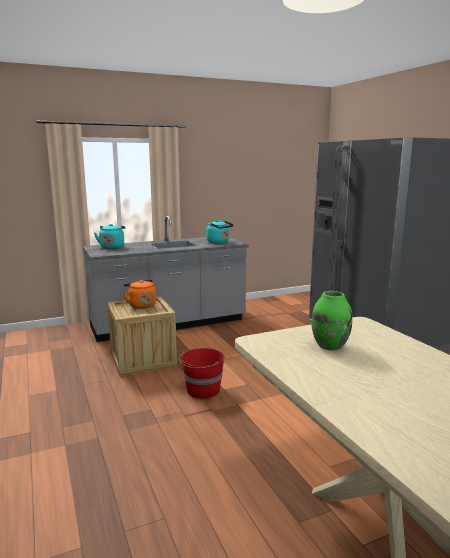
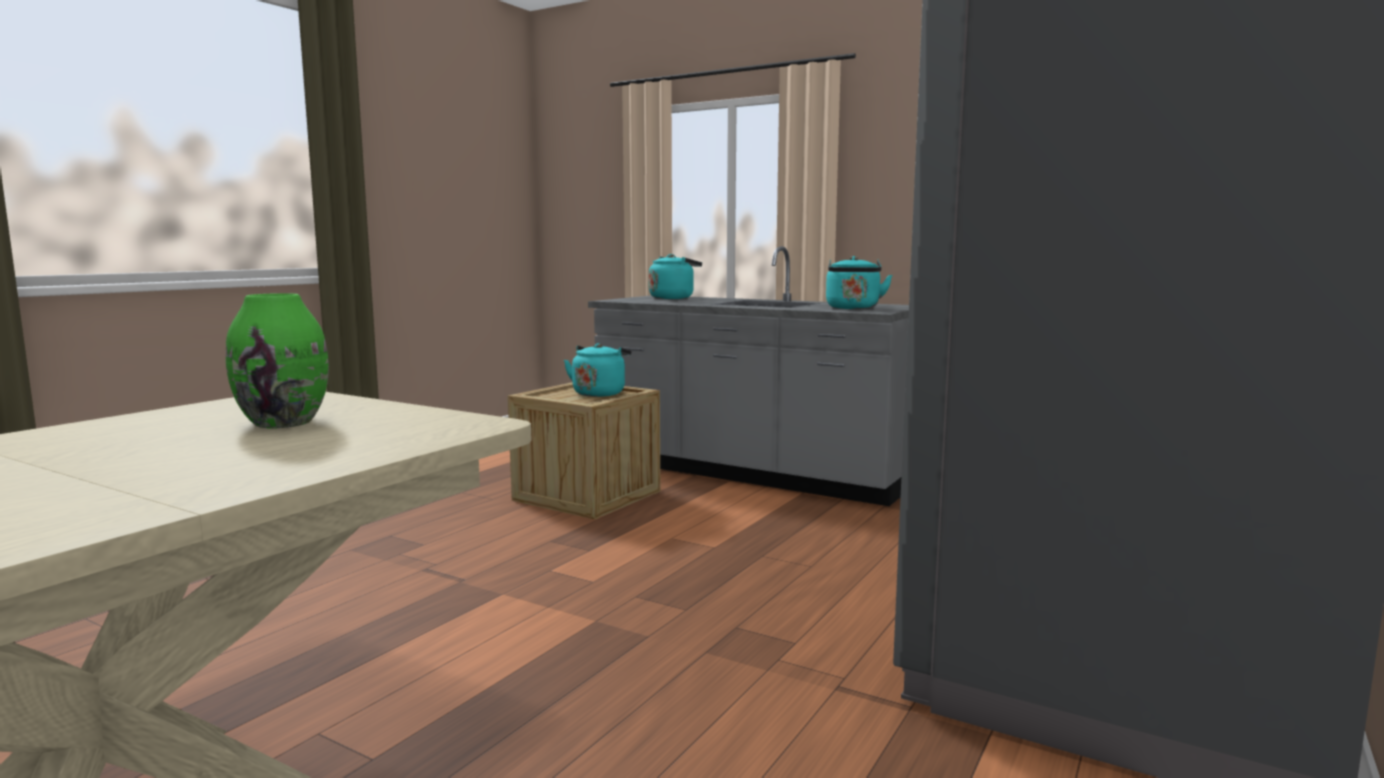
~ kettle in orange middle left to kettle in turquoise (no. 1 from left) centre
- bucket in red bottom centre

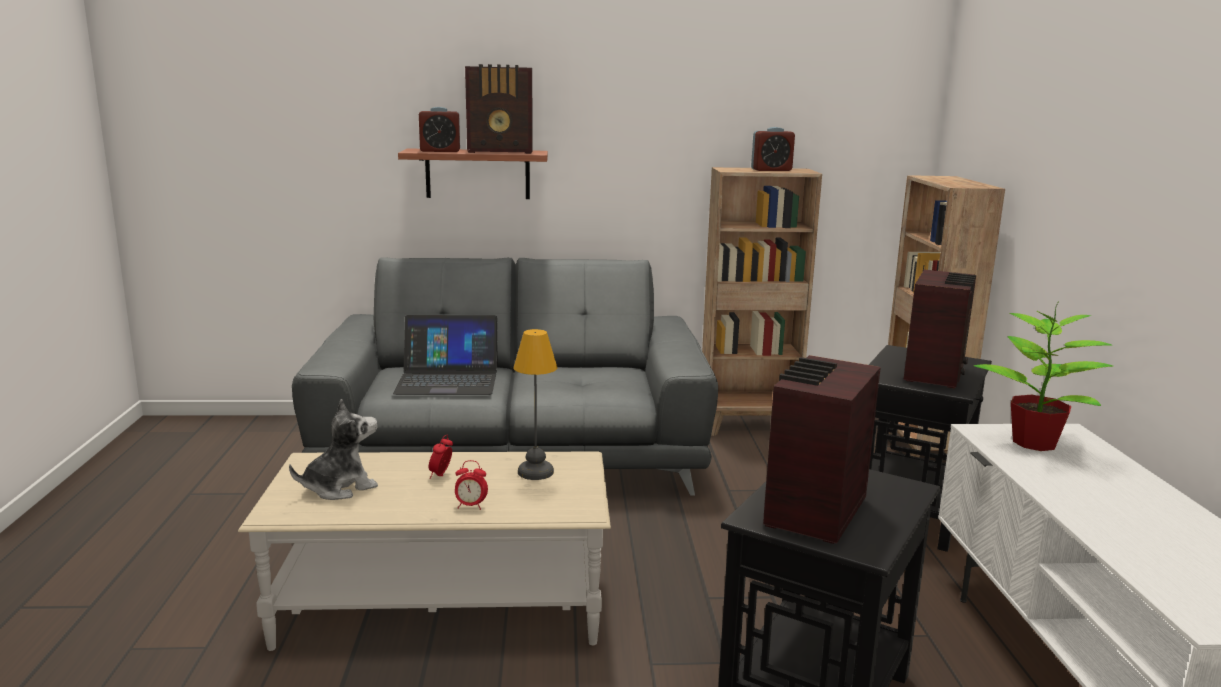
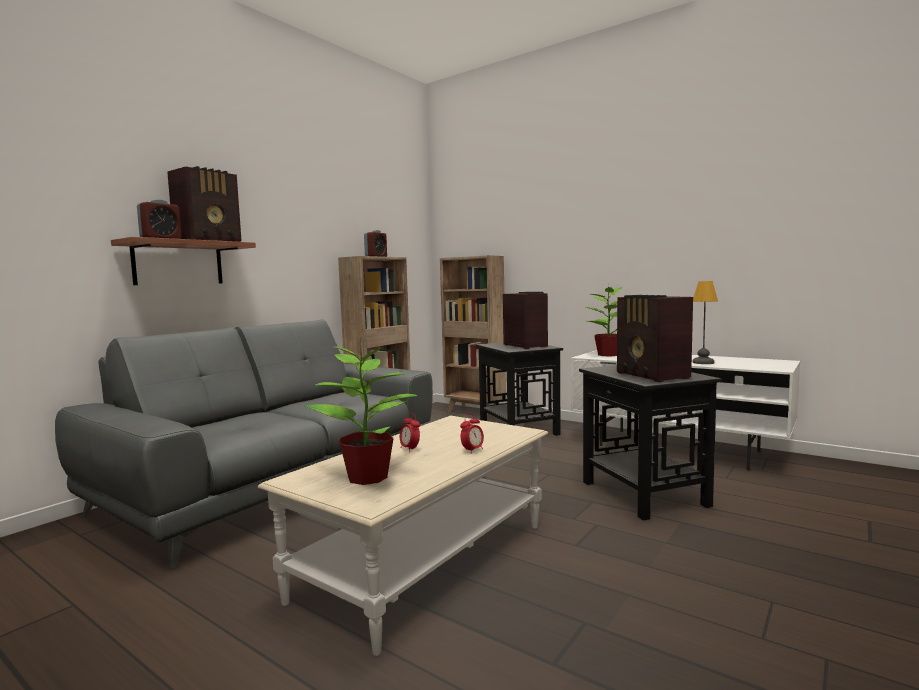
~ plush toy middle left to potted plant (no. 1 from left) centre
~ table lamp centre to middle right
- laptop centre

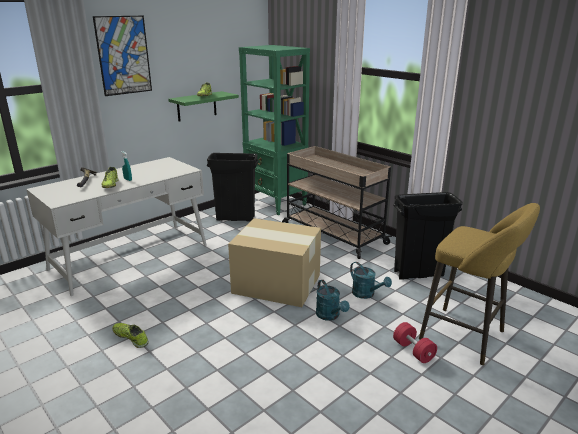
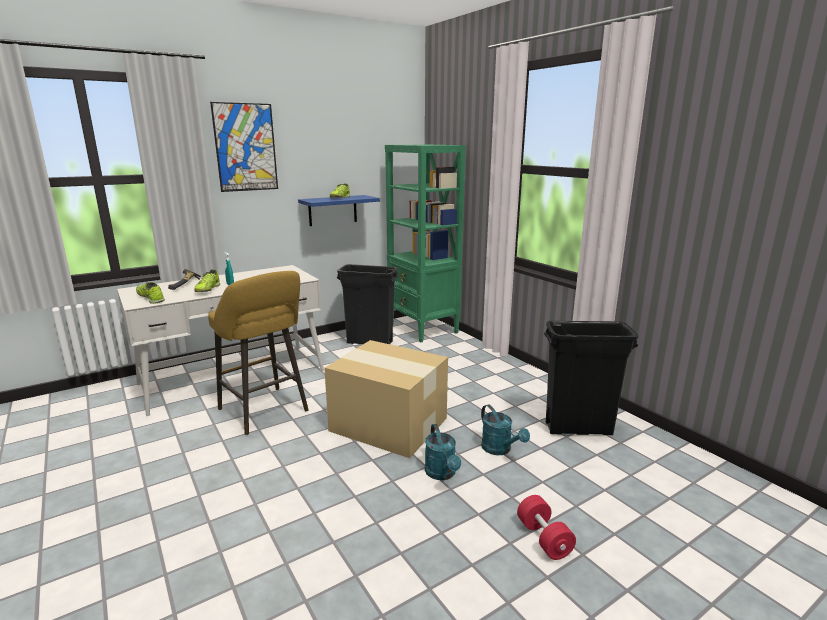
~ shoe (no. 2 from left in the first image) bottom left to shoe (no. 1 from left) middle left
~ stool in yellow middle right to middle left
~ shelf in green top centre to shelf in blue centre
- cart in beige centre

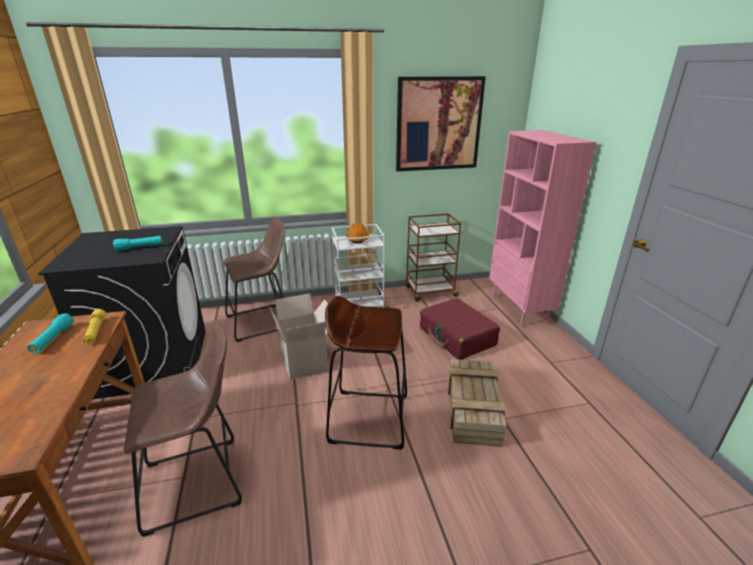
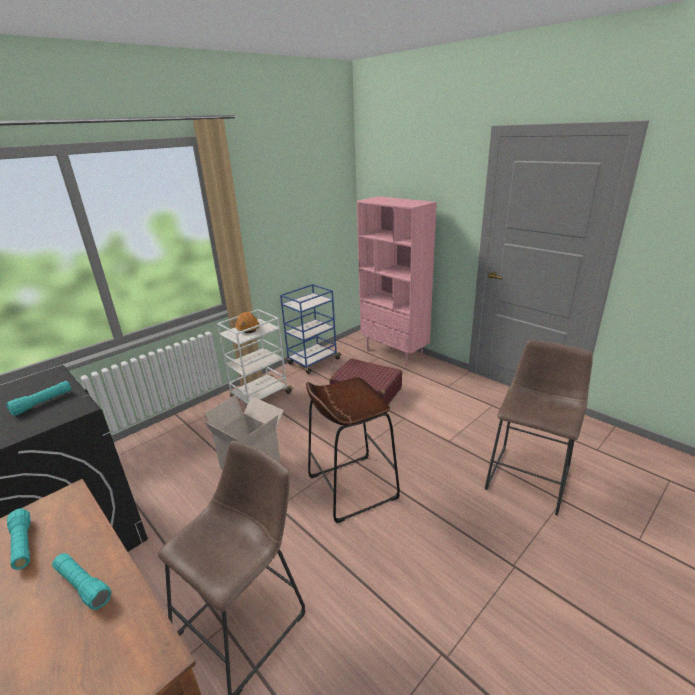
+ flashlight in turquoise (no. 3 from left) bottom left
~ cart in brown centre to cart in blue centre
~ stool in brown (no. 2 from left in the first image) centre to stool in brown (no. 3 from left) middle right
- flashlight in yellow middle left
- picture top centre
- crate bottom centre

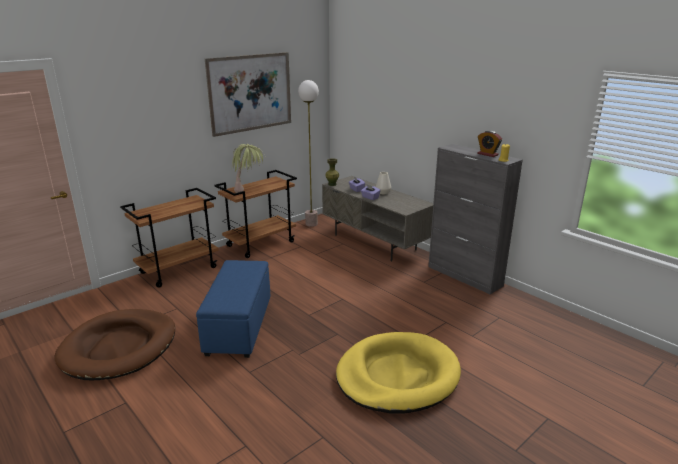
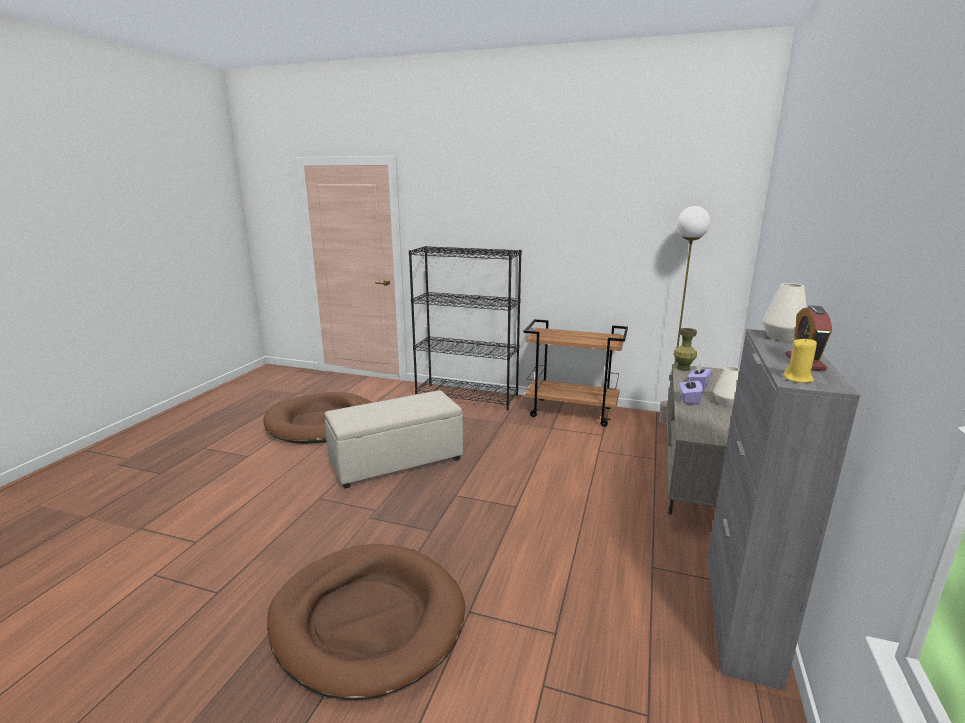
~ dog bed in yellow bottom centre to dog bed in brown (no. 2 from left) bottom centre
~ ottoman in blue centre to ottoman in beige centre
~ cart in brown (no. 1 from left) middle left to bookcase in black centre
+ vase in white (no. 2 from left) middle right
- picture top centre
- potted plant centre

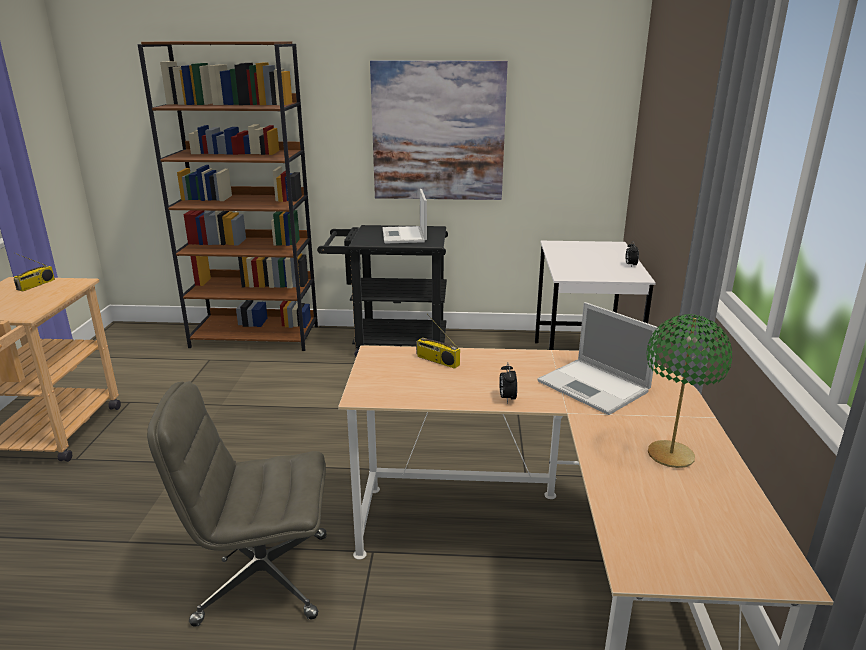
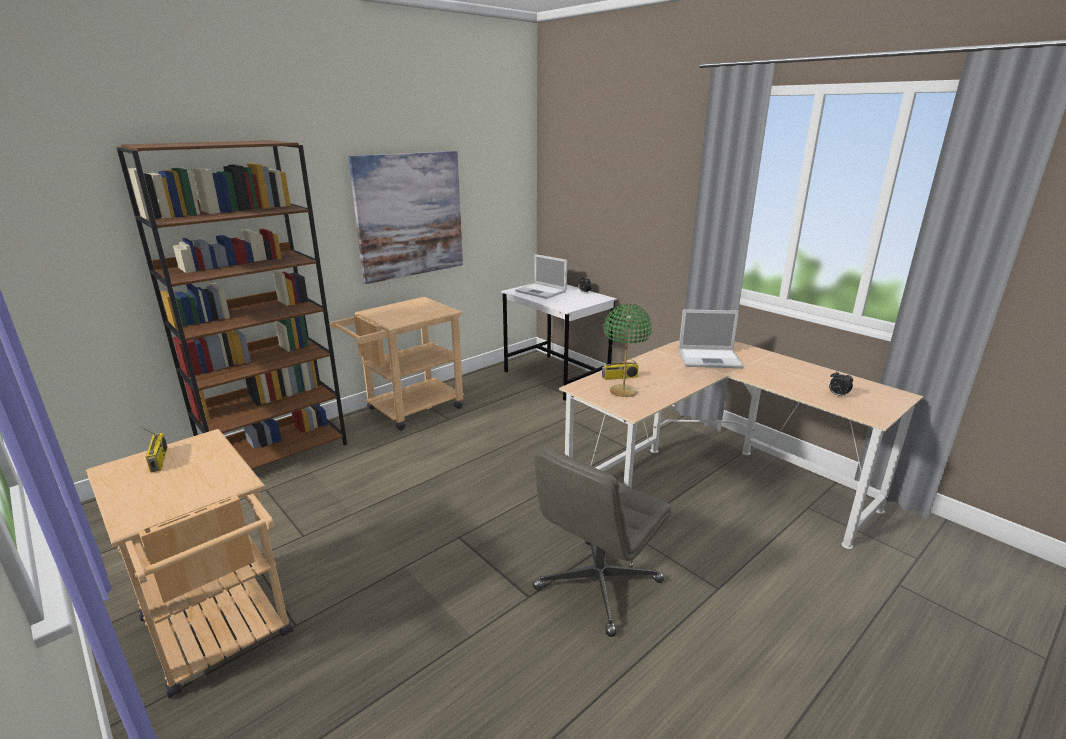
~ cart in black centre to cart in beige (no. 2 from left) centre
~ laptop (no. 1 from left) top centre to centre
~ table lamp in green middle right to centre
~ alarm clock (no. 1 from left in the first image) centre to alarm clock (no. 2 from left) middle right

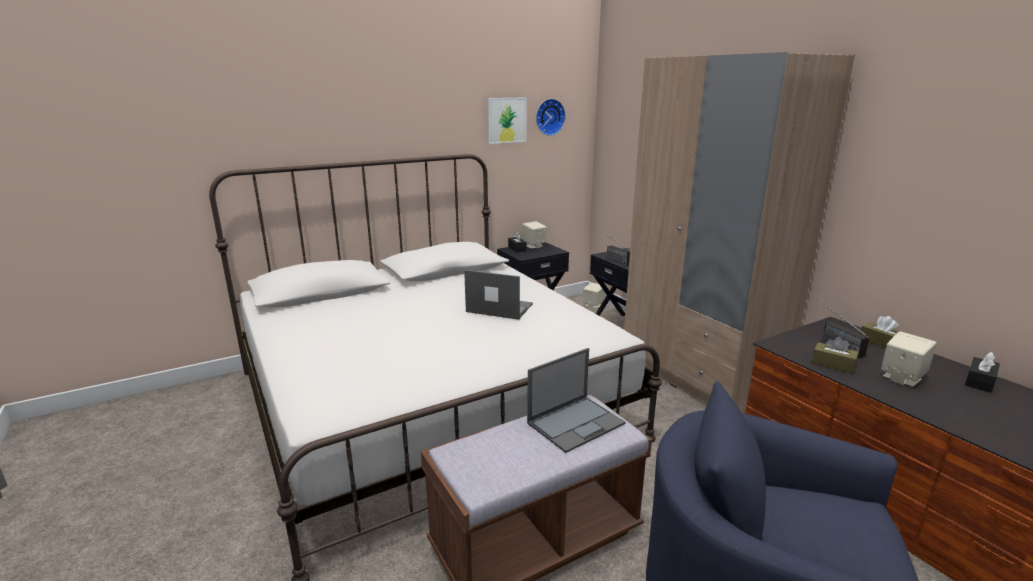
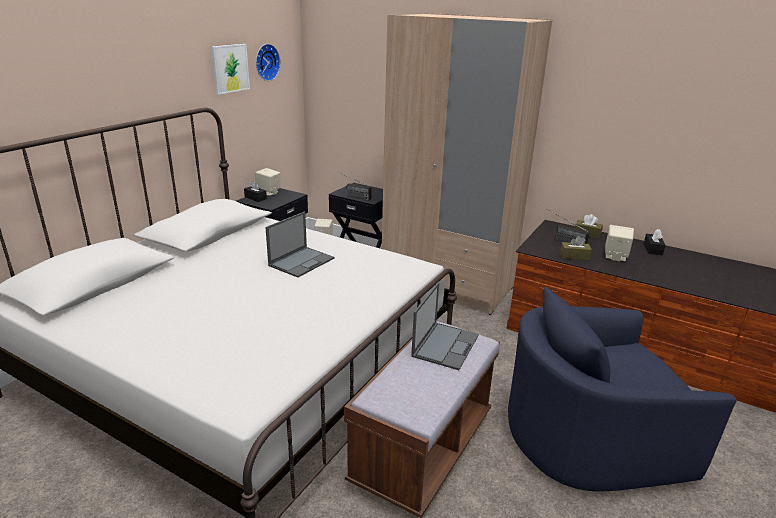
~ laptop (no. 1 from left) centre = centre 135 degrees clockwise

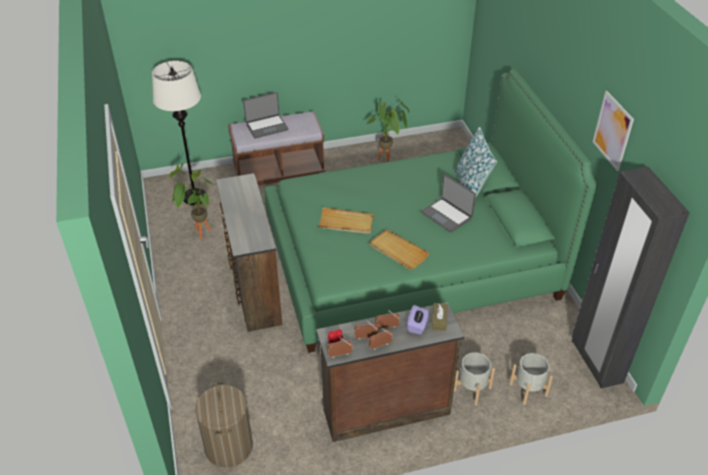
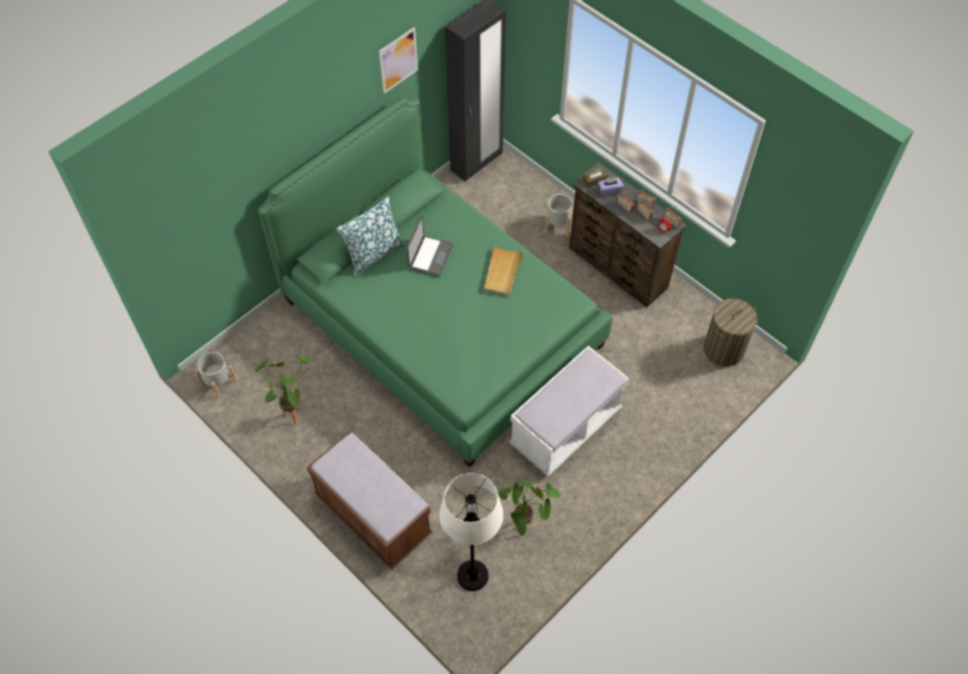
~ planter in grey (no. 2 from left in the first image) bottom right to planter in grey (no. 1 from left) middle left
~ dresser in brown (no. 1 from left) centre to bench in white centre
- laptop (no. 1 from left) top centre
- tray in beige (no. 1 from left) centre

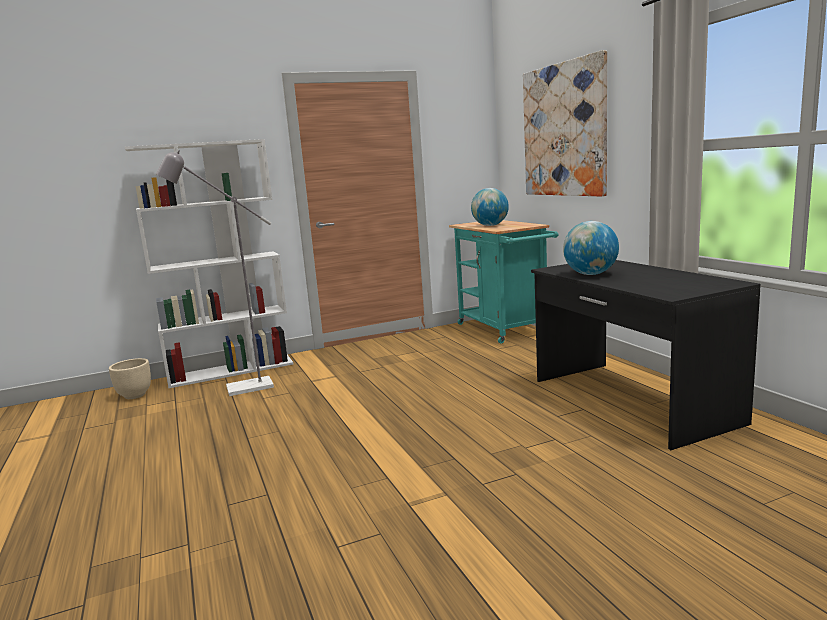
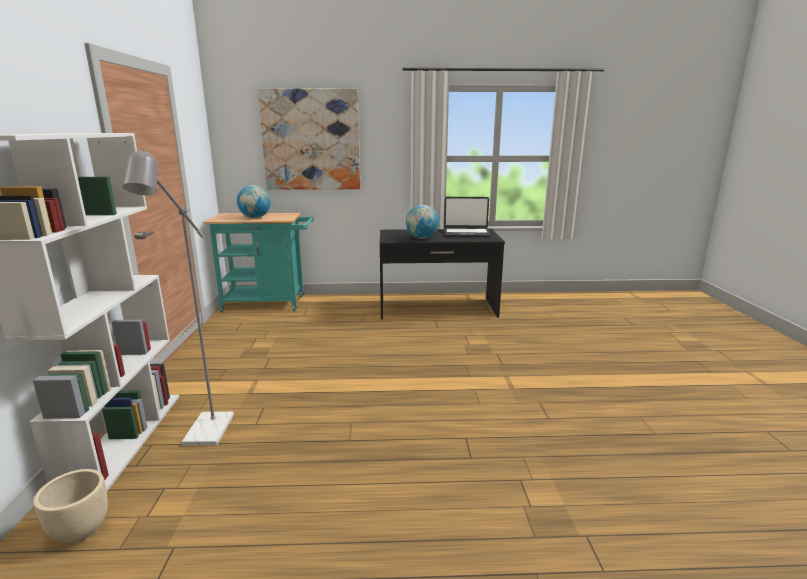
+ laptop centre

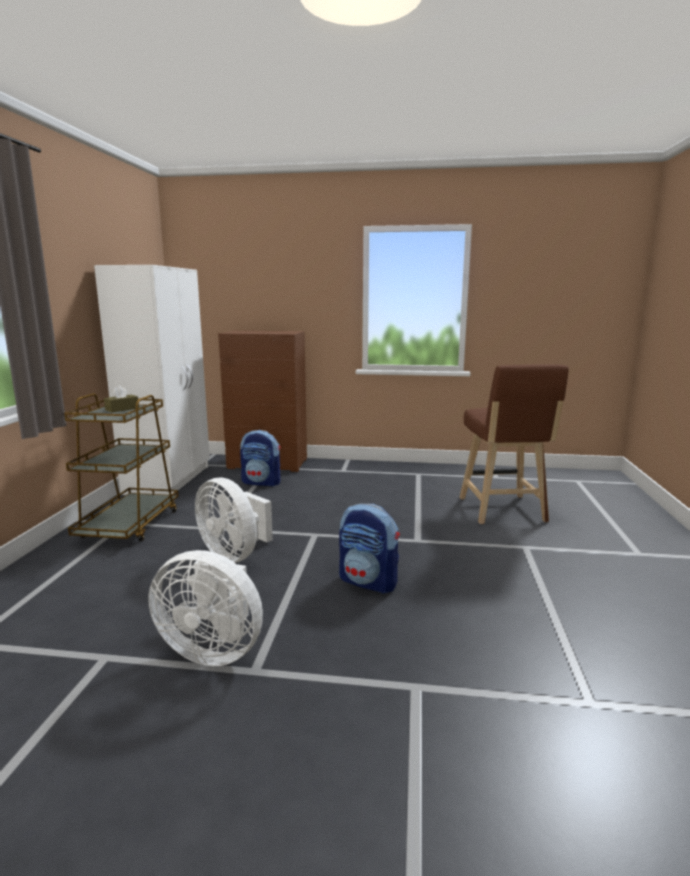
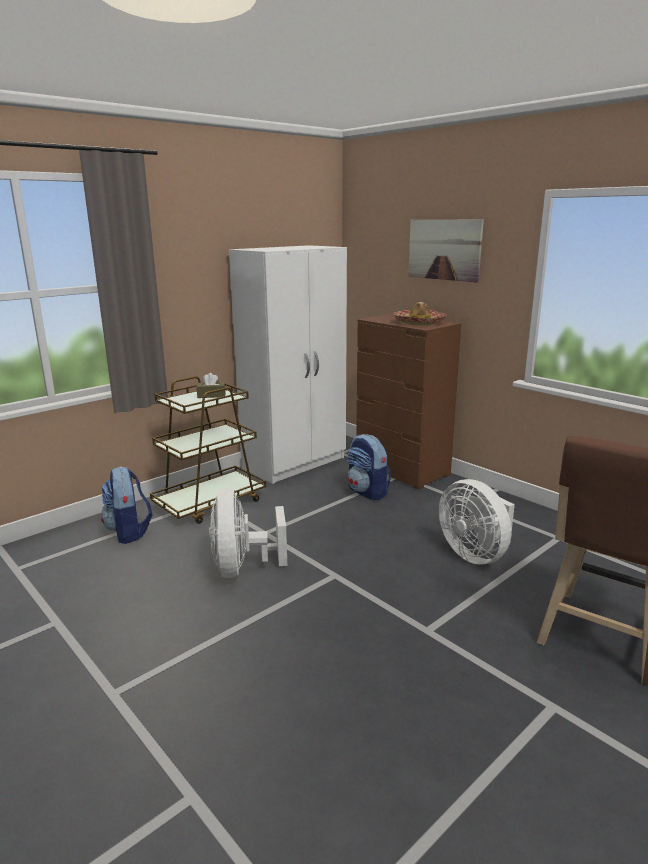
~ backpack (no. 2 from left in the first image) centre to backpack (no. 1 from left) middle left
+ hat centre
+ picture top right
~ fan in white (no. 1 from left in the first image) bottom left to fan in white (no. 2 from left) middle right

